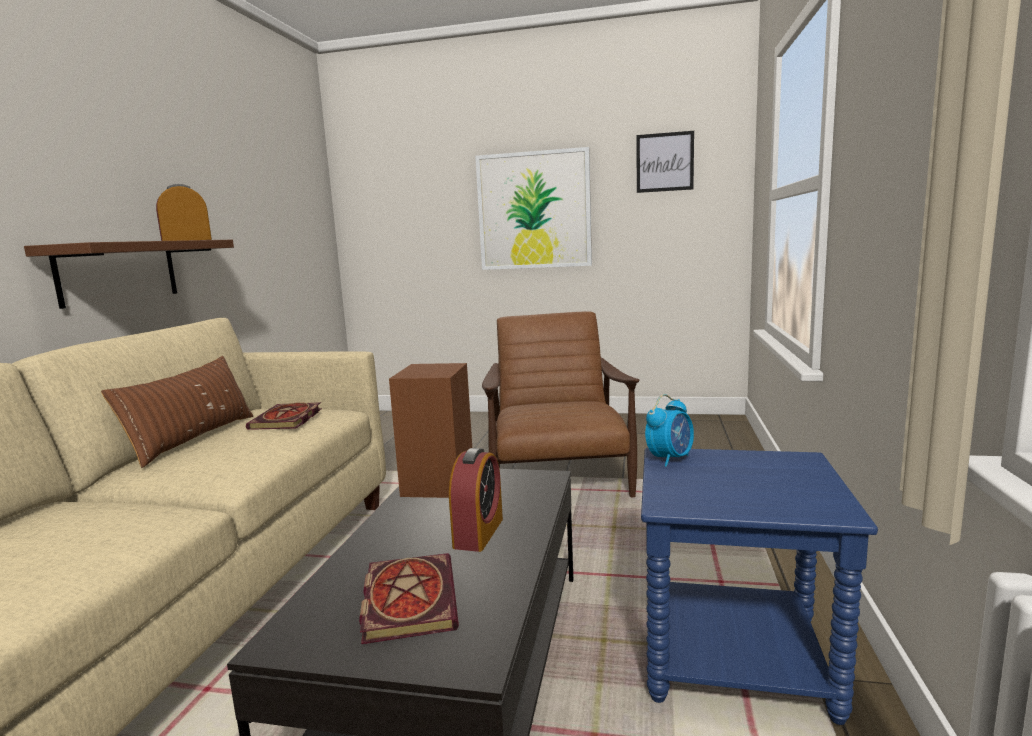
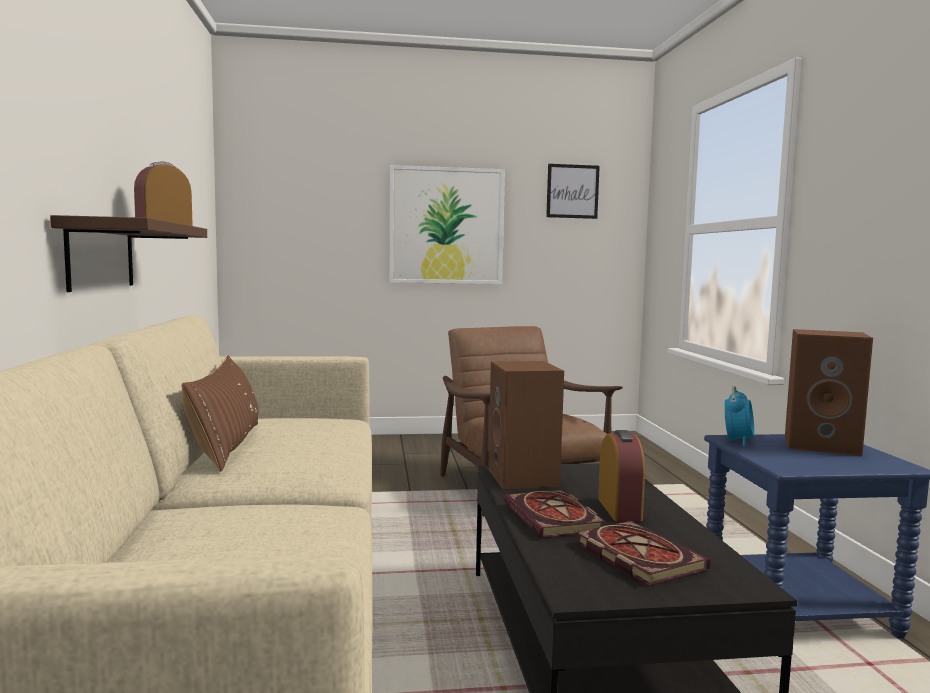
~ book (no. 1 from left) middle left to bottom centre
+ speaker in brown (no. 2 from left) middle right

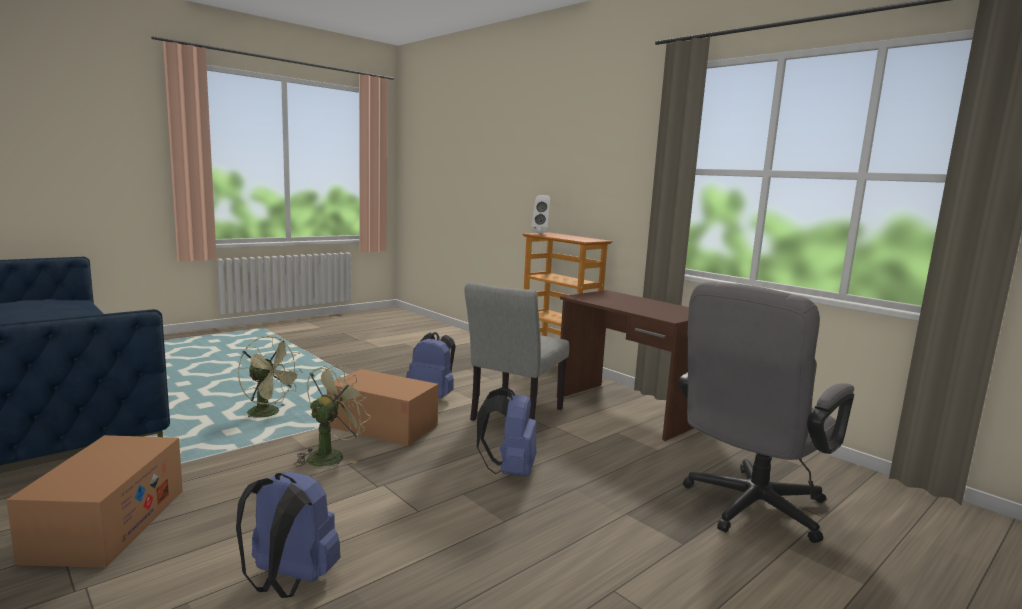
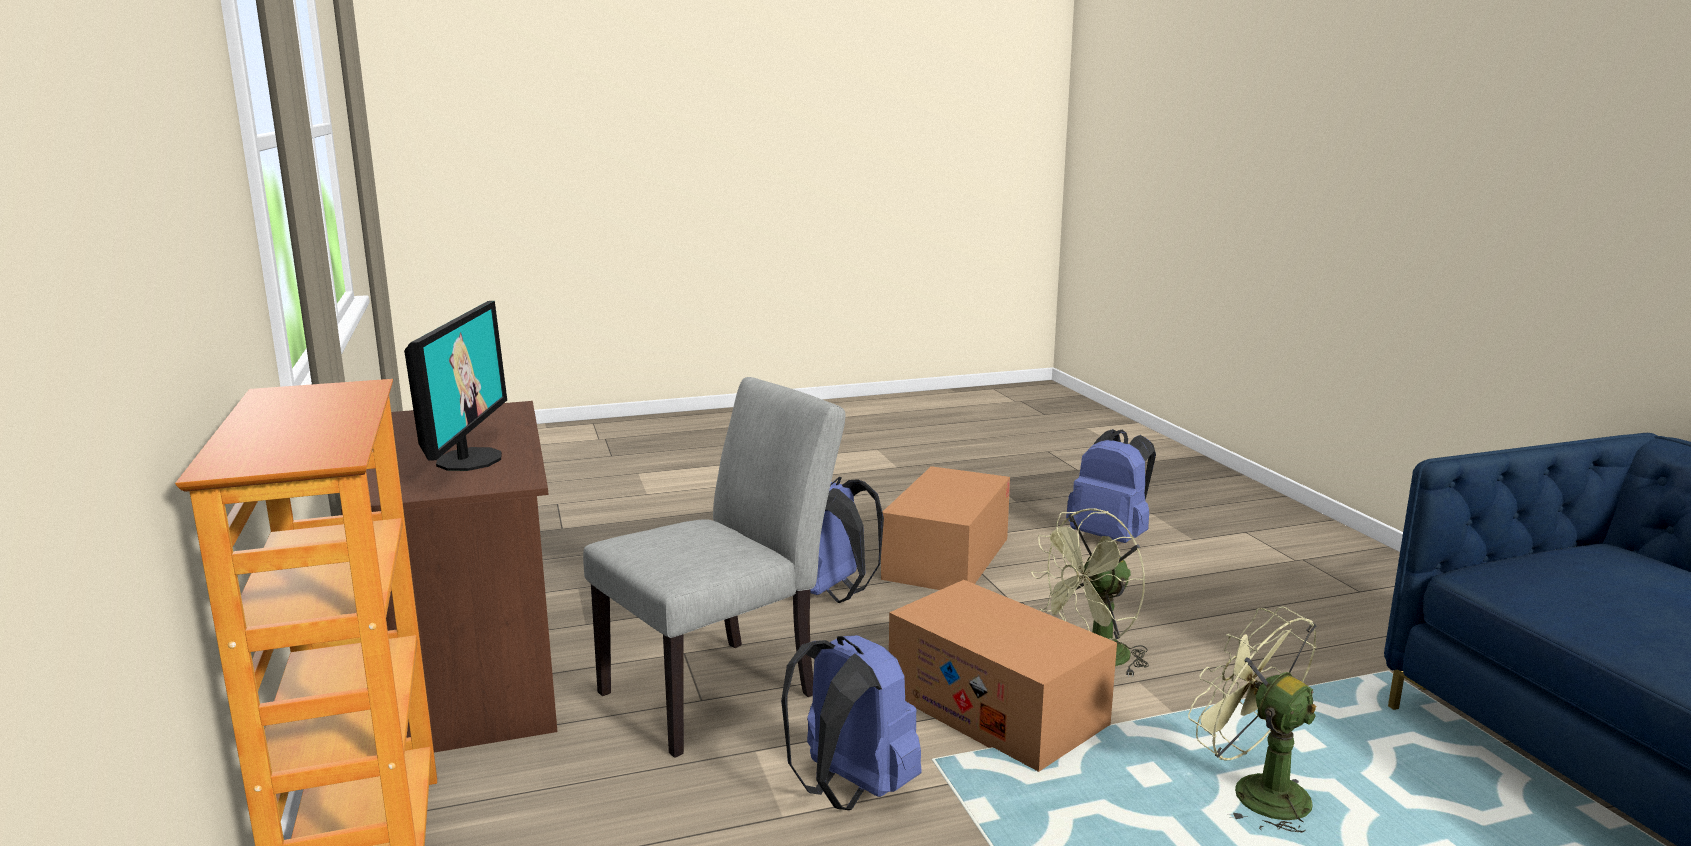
+ monitor middle left
~ cardboard box (no. 1 from left) bottom left to centre
- speaker in white centre
- office chair in grey bottom right

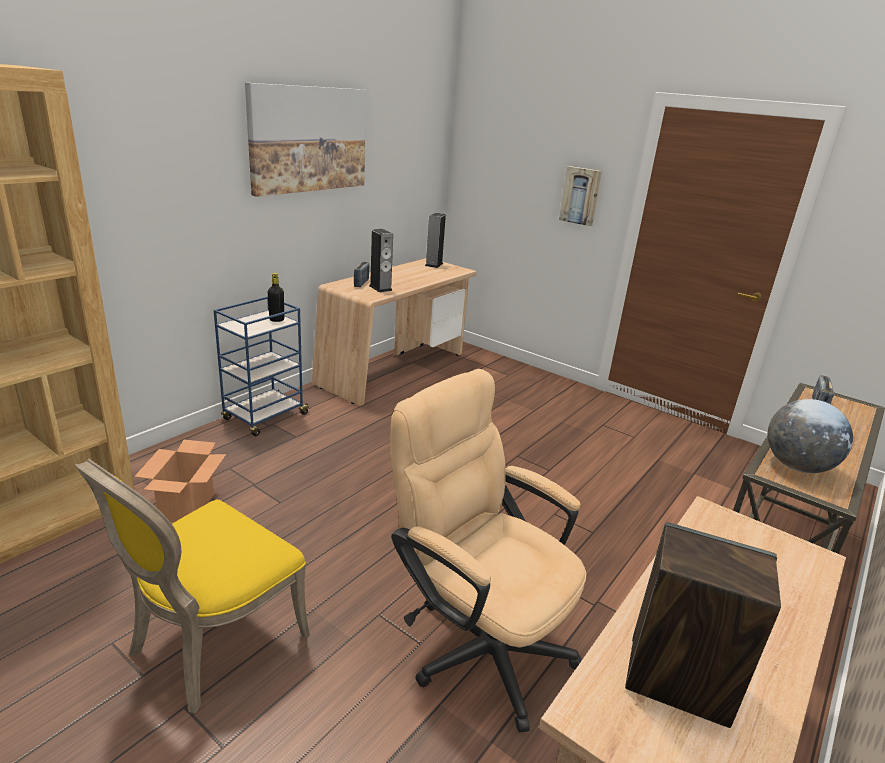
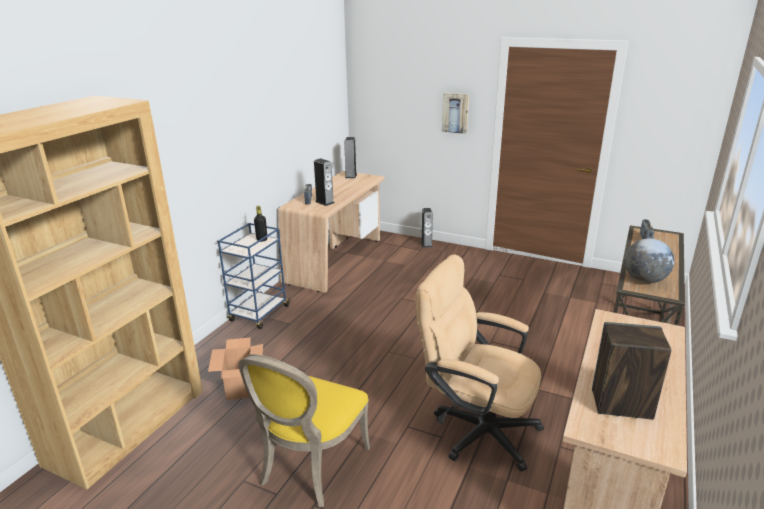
+ speaker (no. 3 from left) centre
- picture (no. 1 from left) top centre

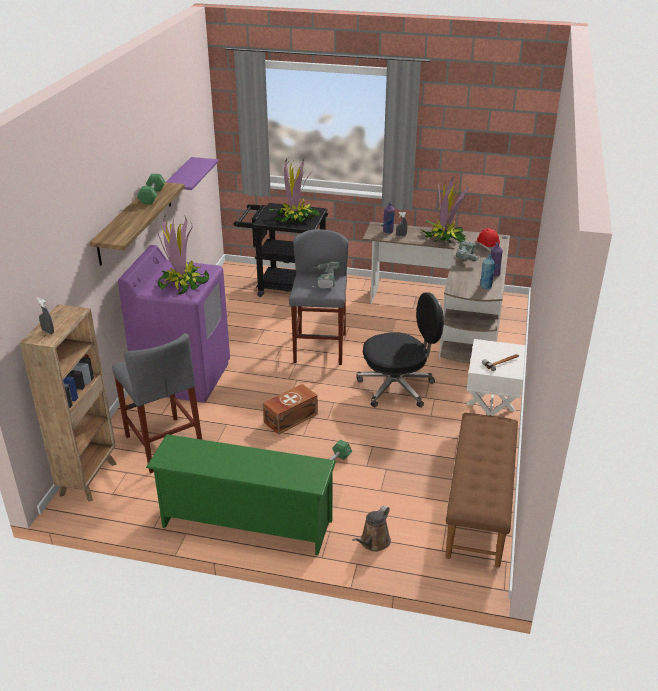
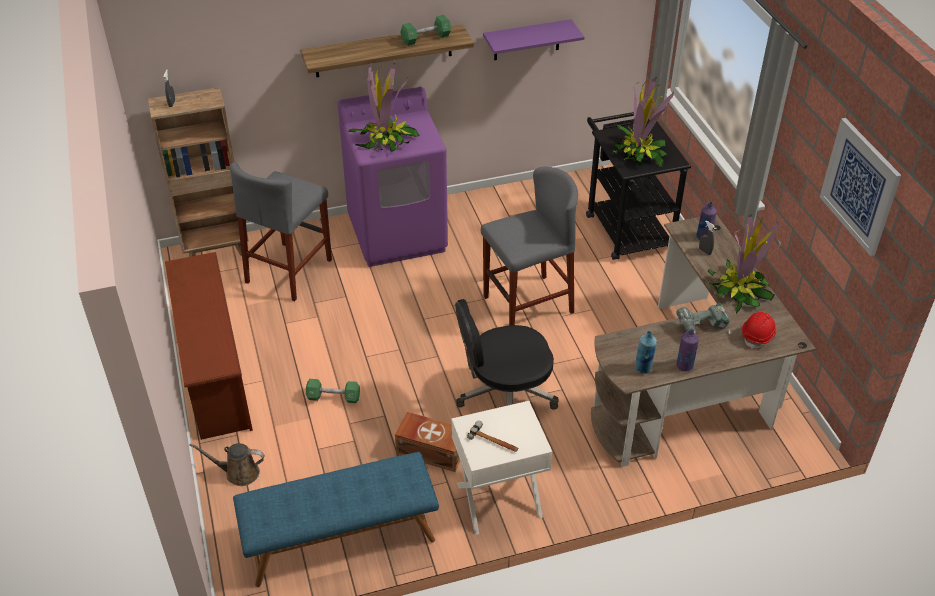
~ shoe rack in green bottom centre to shoe rack in brown middle left
~ bench in brown bottom right to bench in blue bottom centre
~ storage box in brown centre to bottom centre
~ office chair in black centre = centre 120 degrees clockwise
+ picture top right
- power drill (no. 1 from left) centre

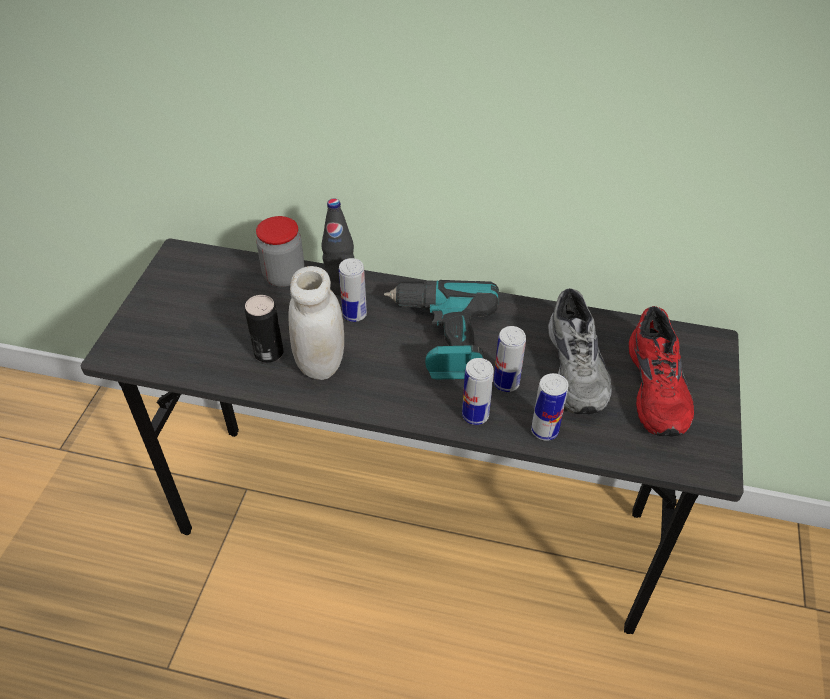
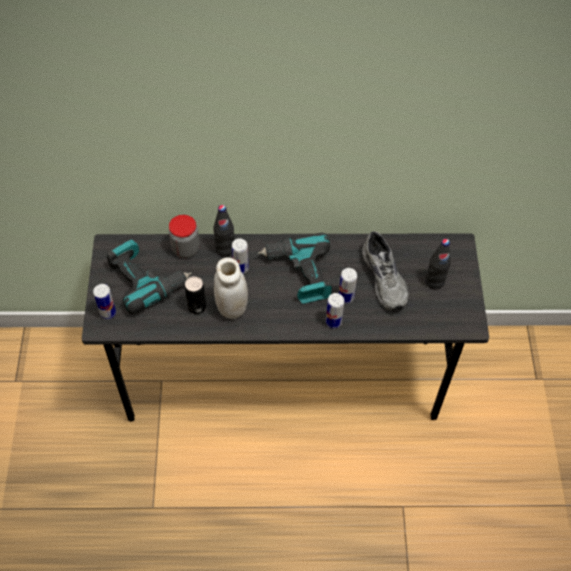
~ can (no. 5 from left in the first image) centre to can (no. 1 from left) middle left
+ power drill (no. 1 from left) middle left
~ shoe in red middle right to bottle in black (no. 2 from left) middle right

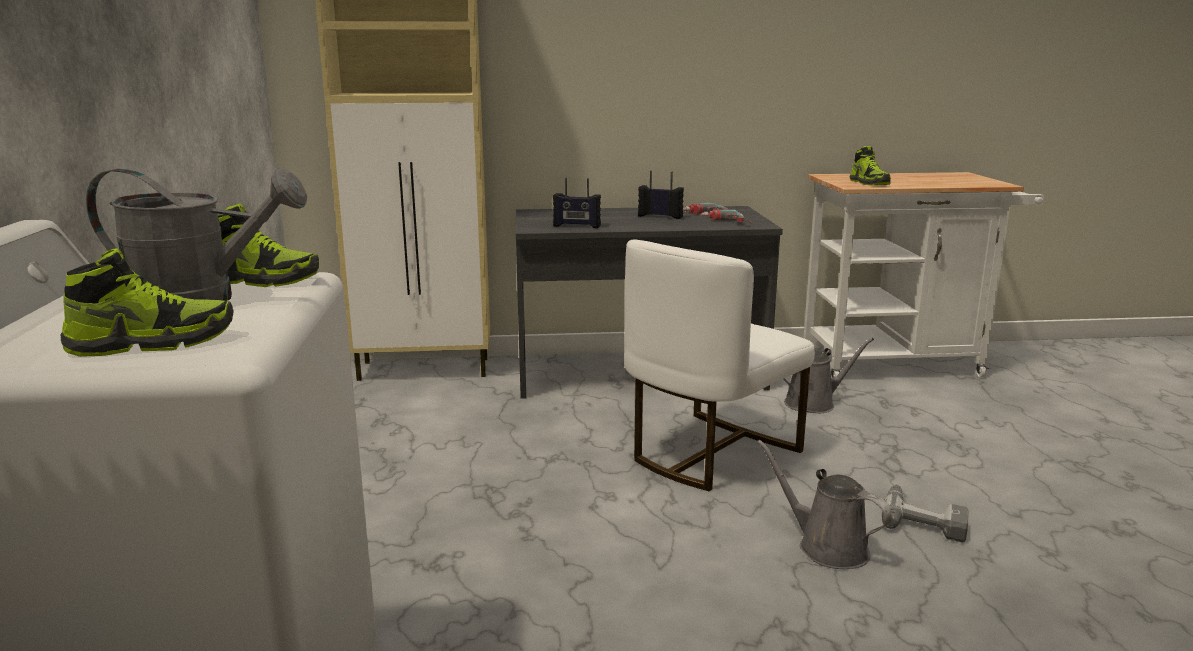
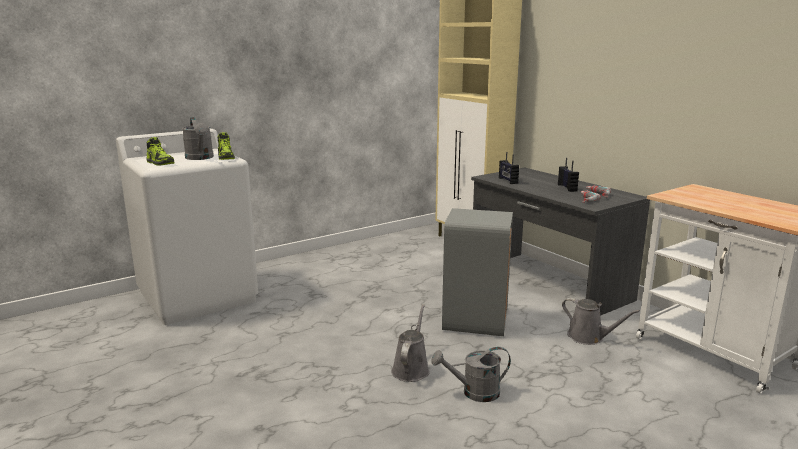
~ power drill (no. 3 from left) bottom right to watering can in grey (no. 3 from left) bottom centre
~ chair in white centre to trash can in grey centre
- shoe (no. 3 from left) top right

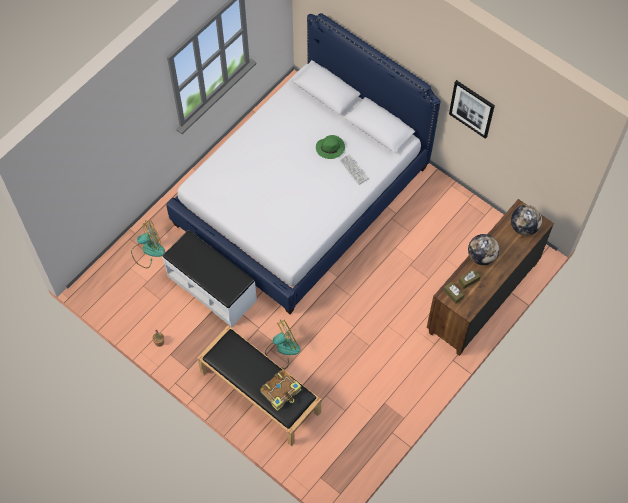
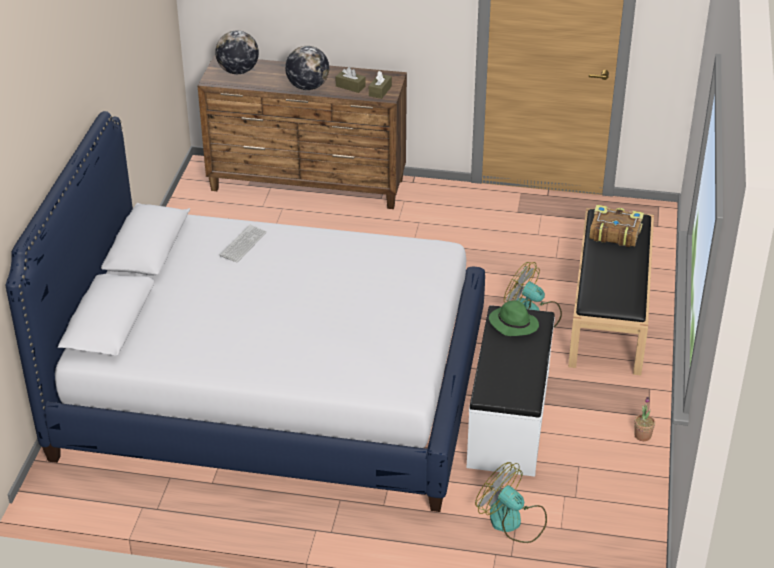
~ hat in green top centre to centre
- picture top right

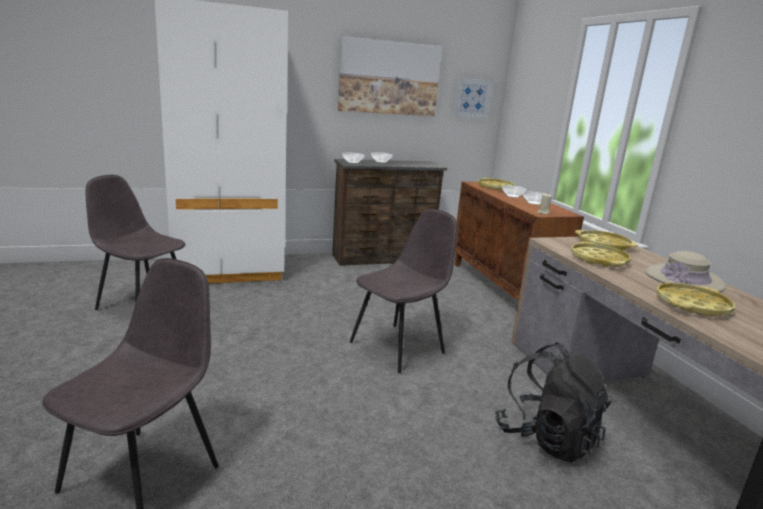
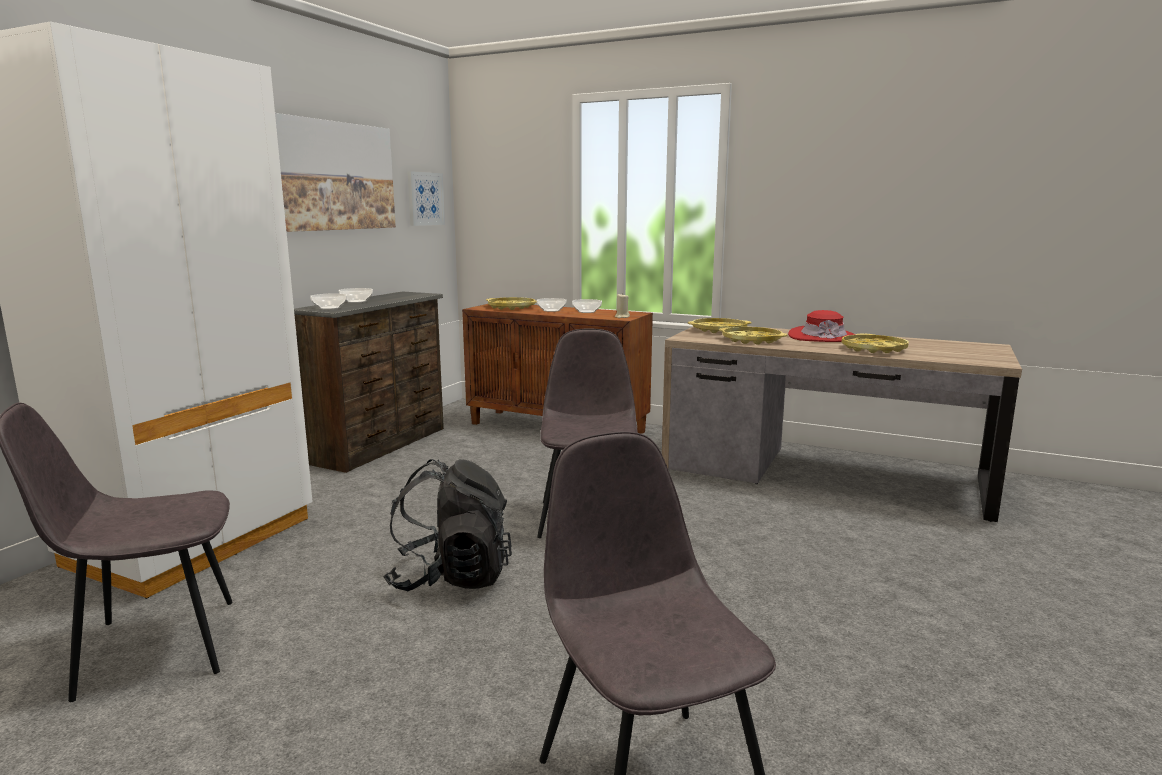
~ backpack in black bottom right to bottom centre
~ hat in beige middle right to hat in red middle right

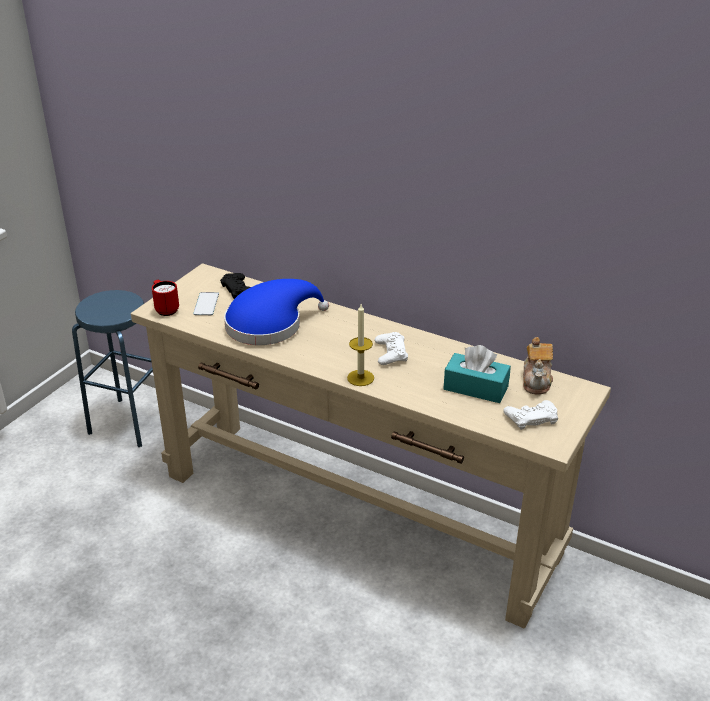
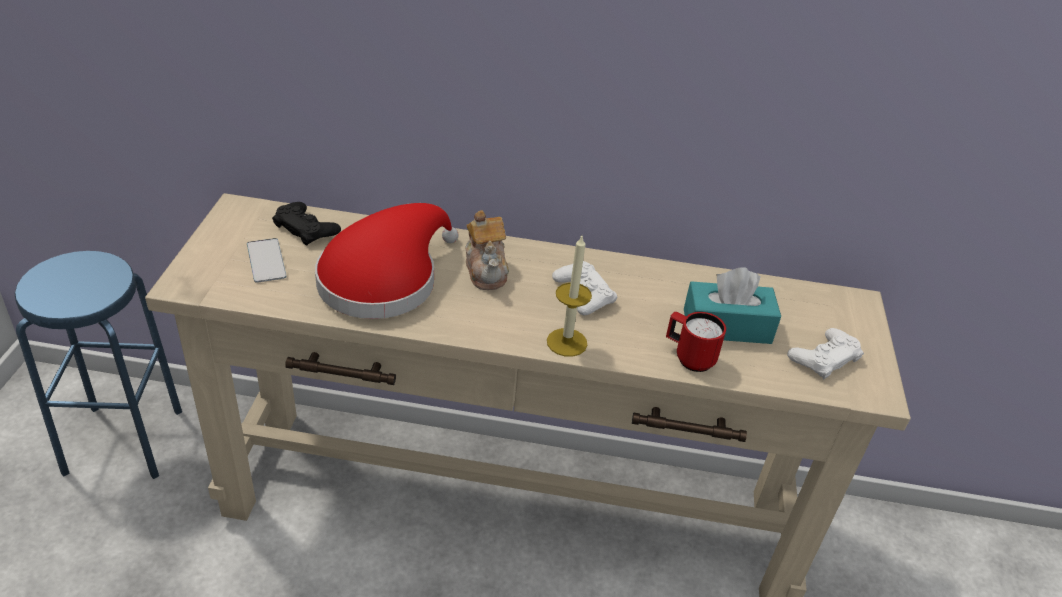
~ hat in blue centre to hat in red centre
~ teapot middle right to centre
~ mug in red middle left to centre

